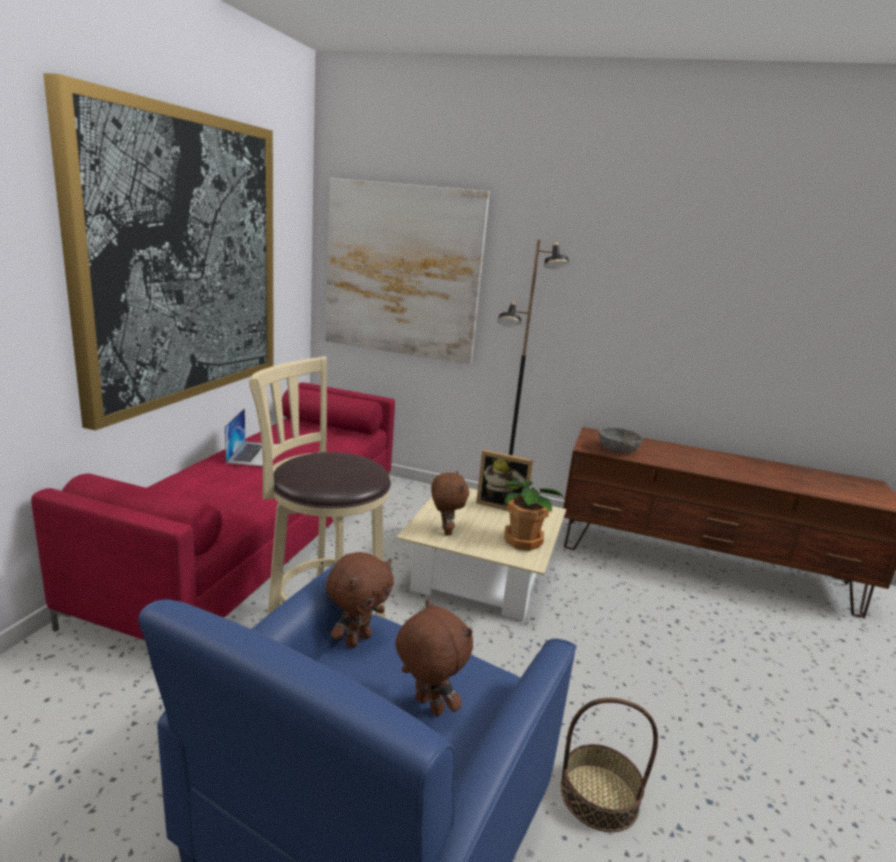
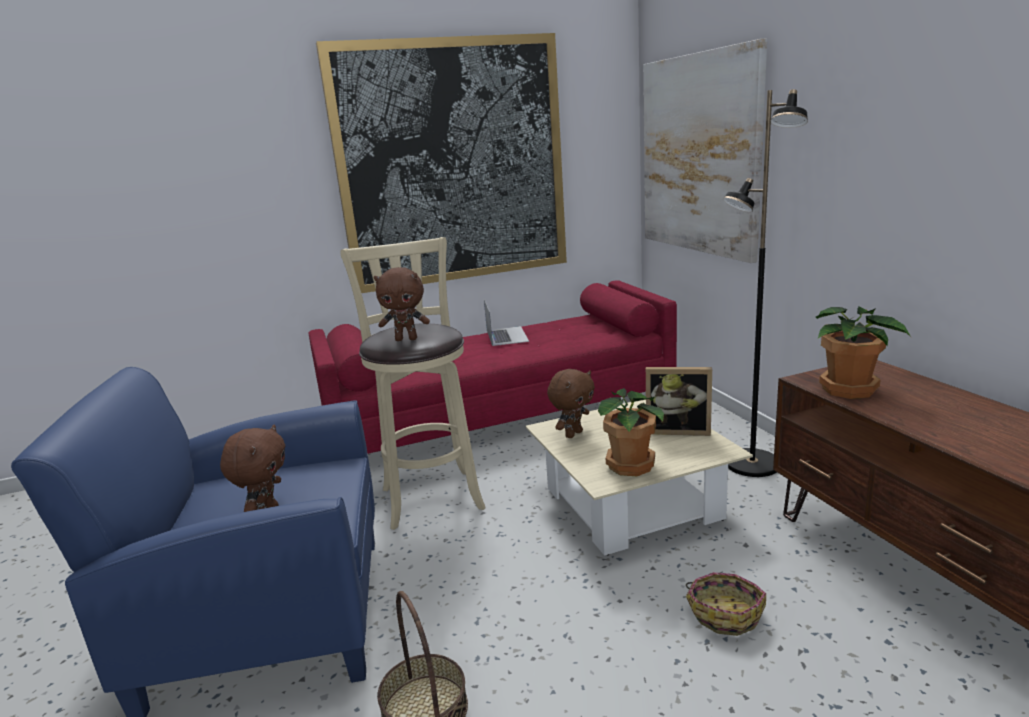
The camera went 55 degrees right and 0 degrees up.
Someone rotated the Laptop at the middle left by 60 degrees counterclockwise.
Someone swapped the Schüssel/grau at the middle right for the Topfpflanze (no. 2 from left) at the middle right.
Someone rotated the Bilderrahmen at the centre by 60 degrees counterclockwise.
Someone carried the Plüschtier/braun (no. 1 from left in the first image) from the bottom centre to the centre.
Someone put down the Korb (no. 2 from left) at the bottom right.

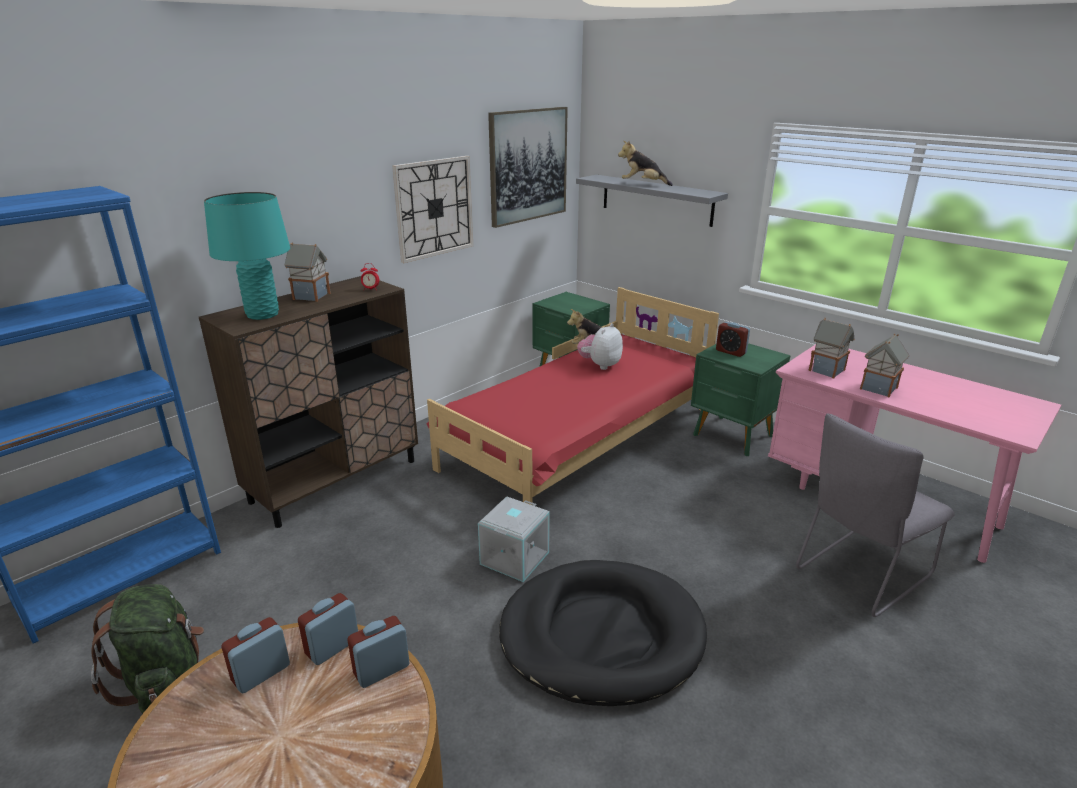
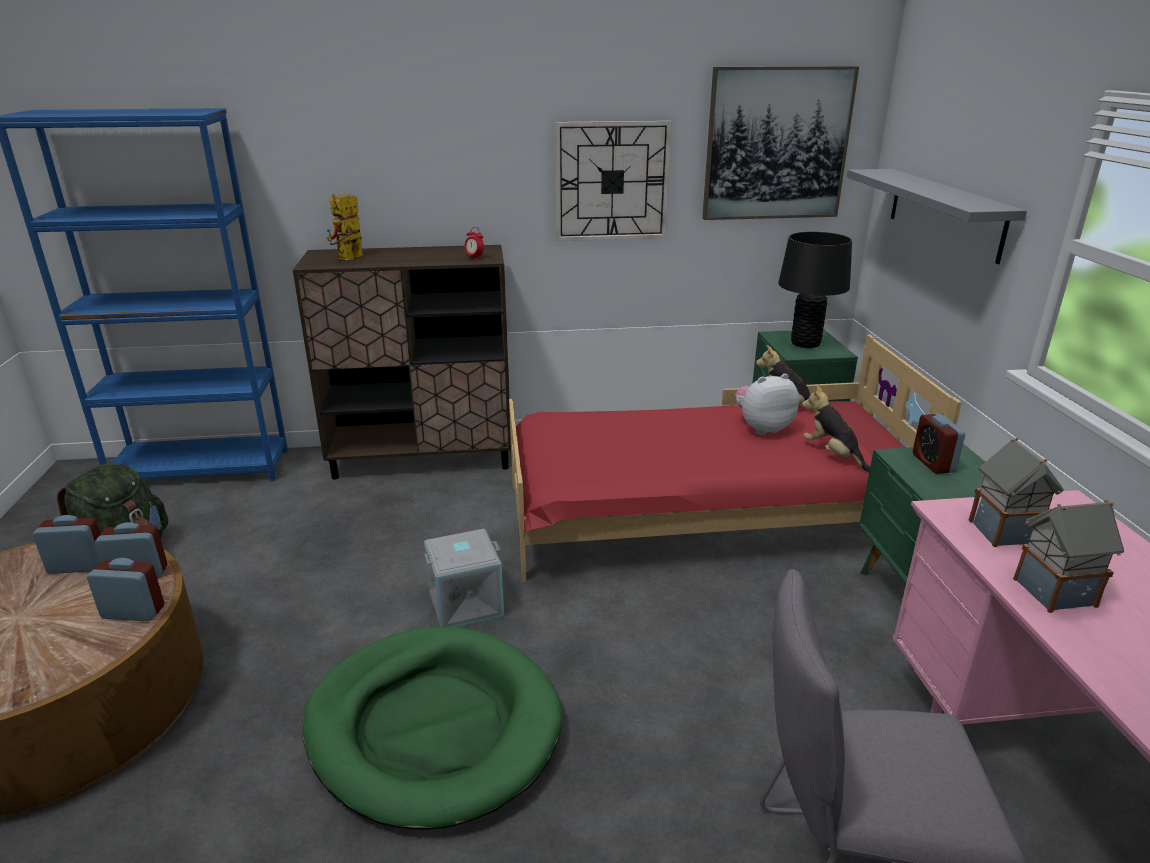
The camera went 40 degrees right and 0 degrees up.
Someone carried the Plüschtier (no. 3 from left) from the top centre to the middle right.
Someone swapped the Tischlampe/türkis at the top left for the Spielzeugroboter at the top left.
Someone took away the Spielzeughaus (no. 1 from left) at the middle left.
Someone repainted the Hundebett/schwarz at the bottom centre, which became the Hundebett/grün at the bottom centre.
Someone put down the Tischlampe/schwarz at the middle right.

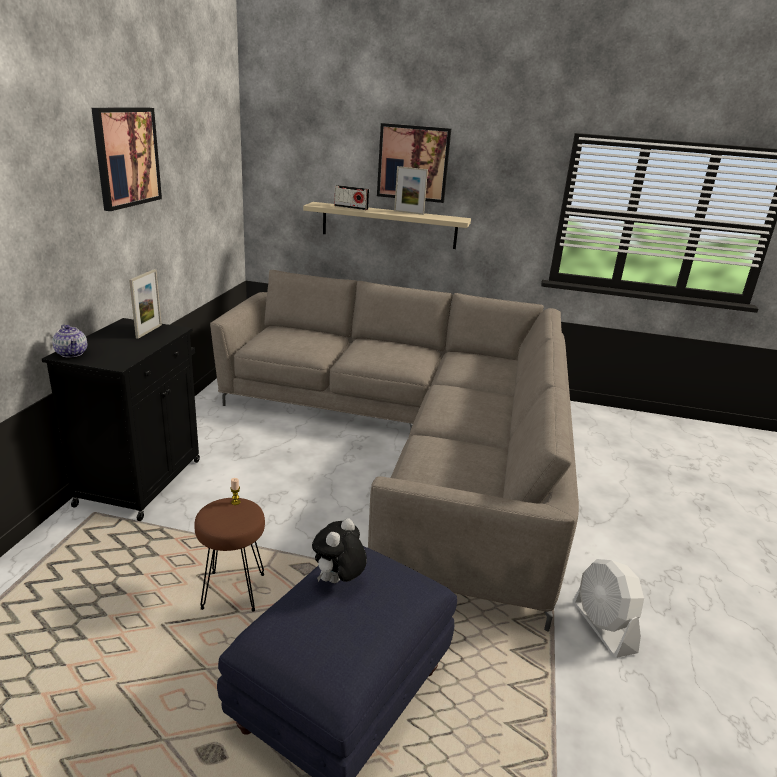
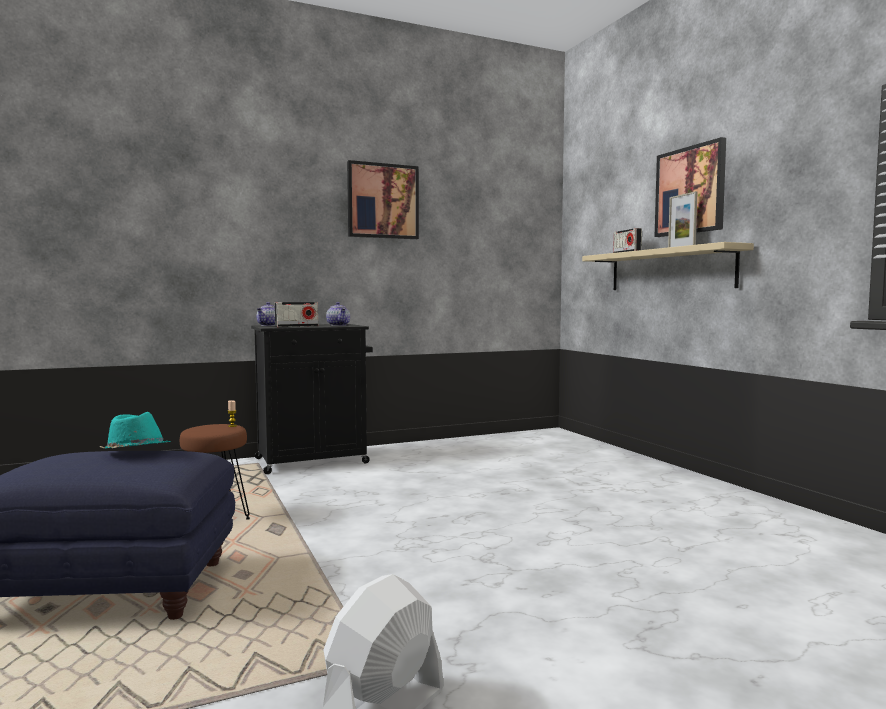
The camera went 55 degrees right and 20 degrees down.
Someone swapped the Bilderrahmen (no. 1 from left) at the middle left for the Teekanne (no. 2 from left) at the centre.
Someone took away the Sofa/beige at the centre.
Someone swapped the Plüschtier at the bottom centre for the Hut/türkis at the middle left.
Someone put down the Radio (no. 1 from left) at the centre.

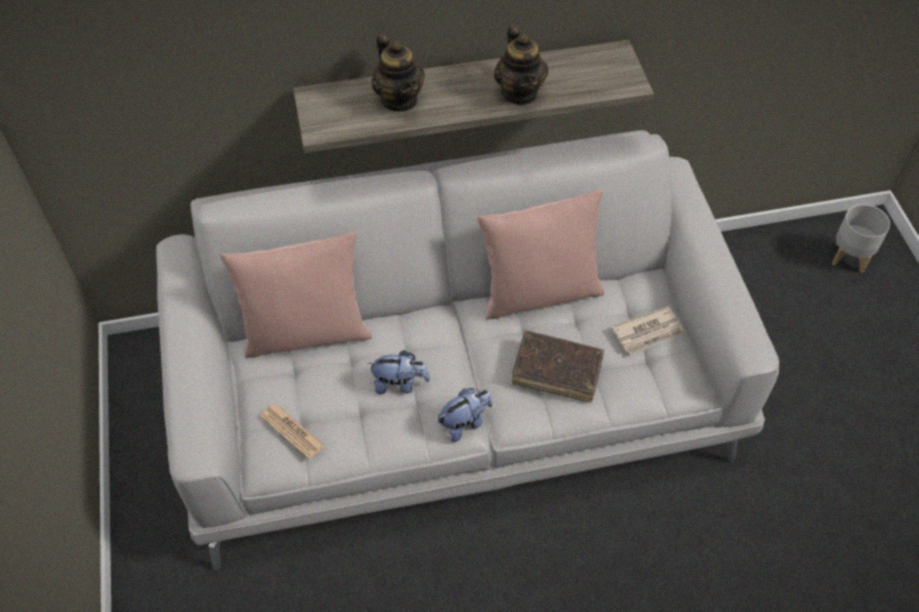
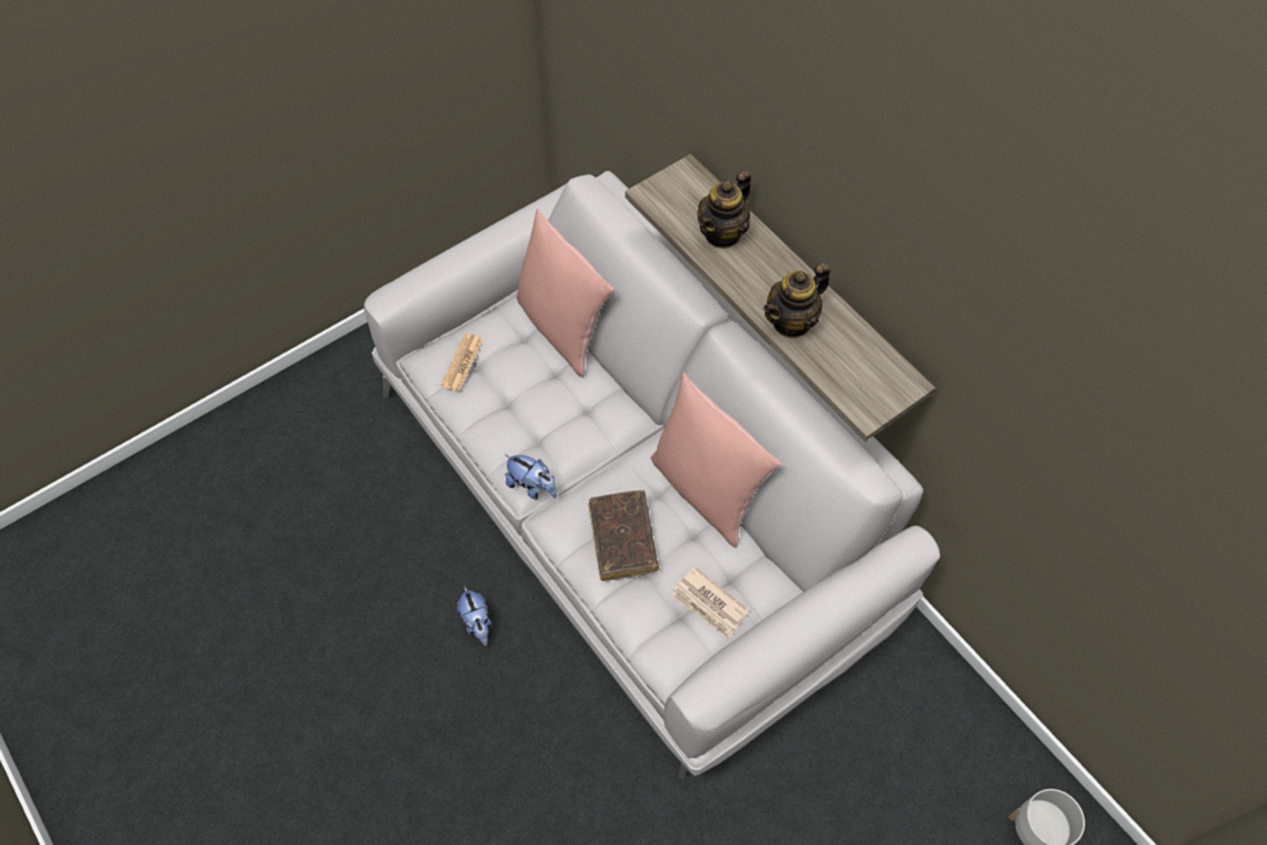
The camera went 65 degrees right and 5 degrees up.
Someone carried the Plüschtier (no. 1 from left) from the centre to the bottom centre.

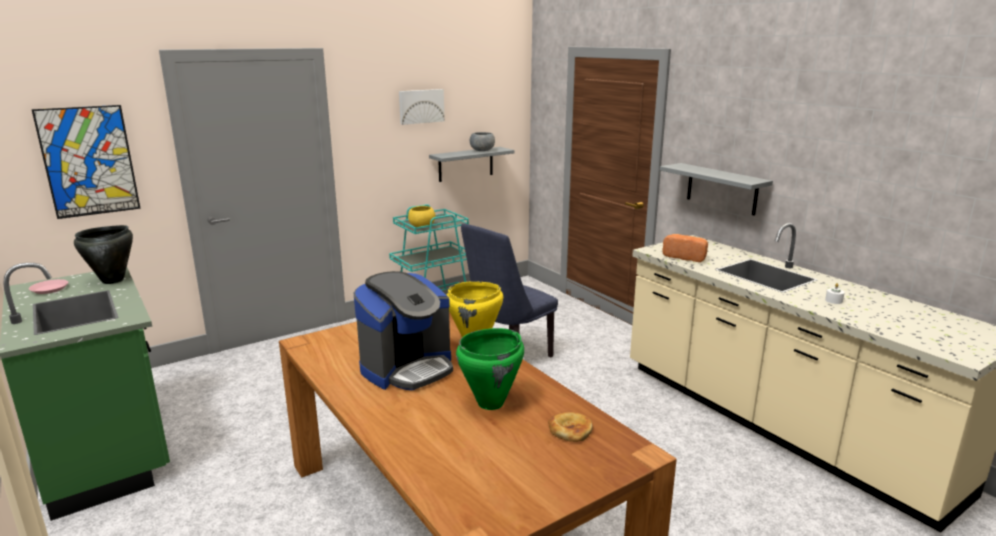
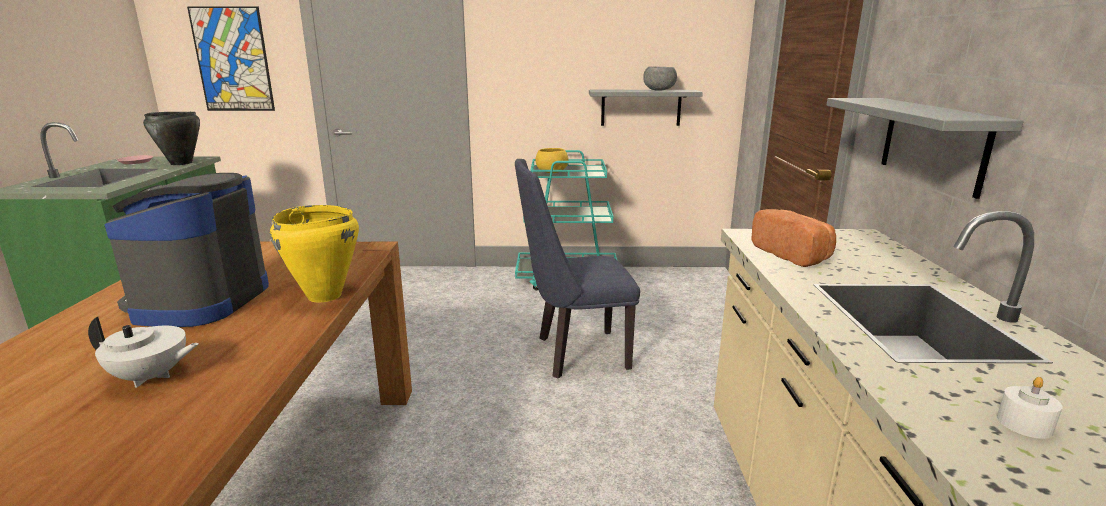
The camera went 35 degrees right and 0 degrees up.
Someone took away the Bild (no. 2 from left) at the top centre.
Someone rotated the Kaffeemaschine at the centre by 105 degrees clockwise.
Someone swapped the Kochtopf/grün at the bottom centre for the Teekanne/weiß at the bottom left.
Someone took away the Brot (no. 1 from left) at the bottom centre.

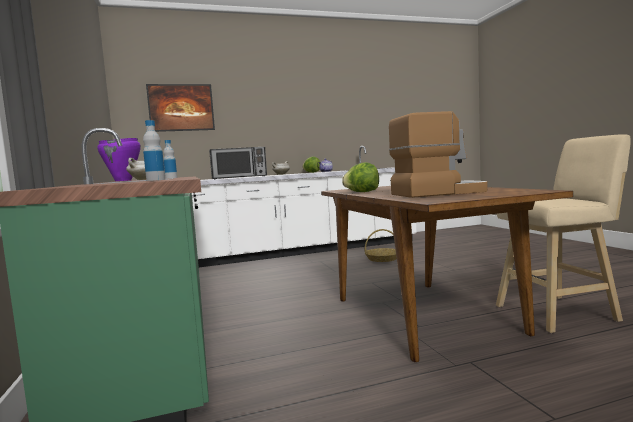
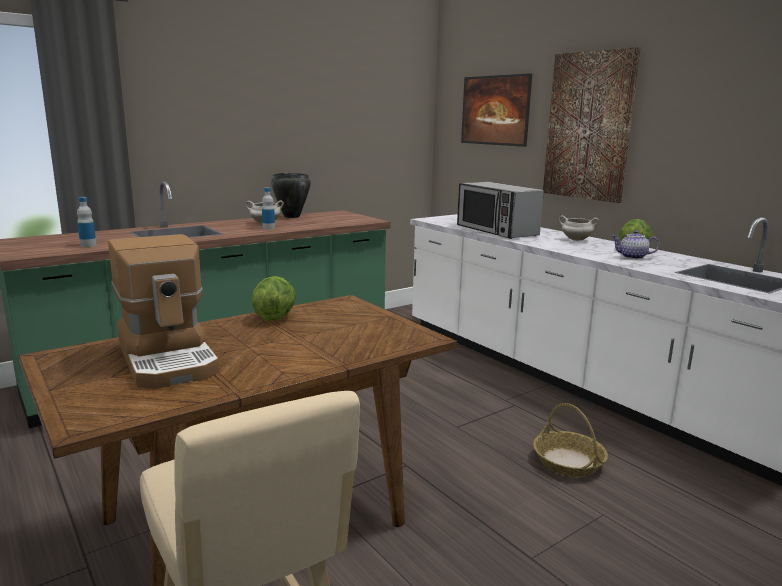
The camera went 70 degrees right and 10 degrees up.
Someone repainted the Kochtopf/lila at the middle left, which became the Kochtopf/schwarz at the top centre.
Someone put up the Bild (no. 2 from left) at the top right.

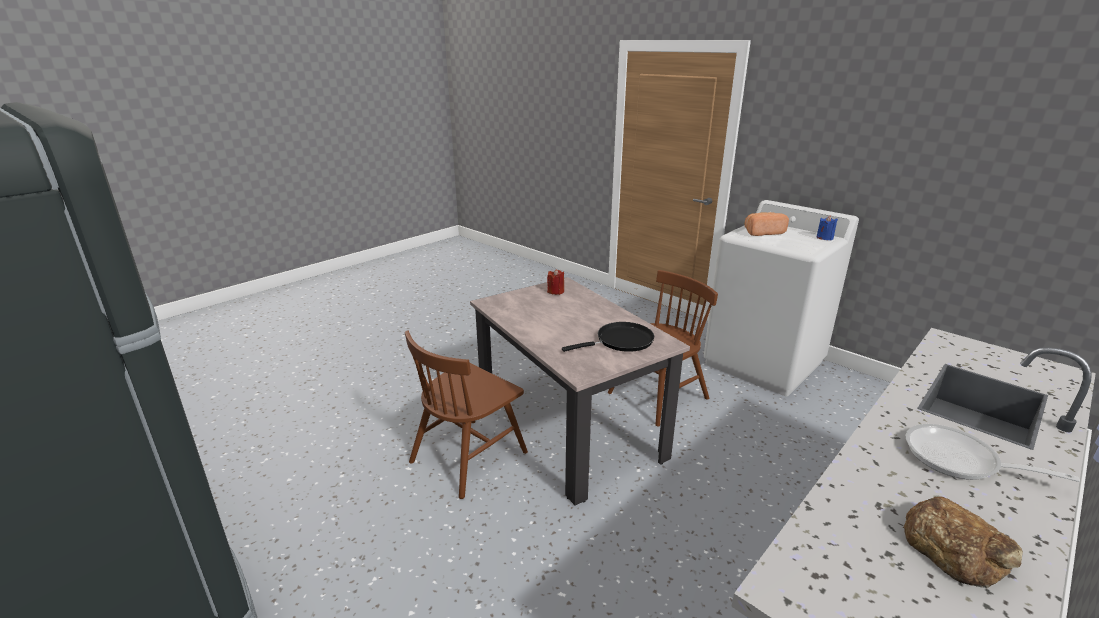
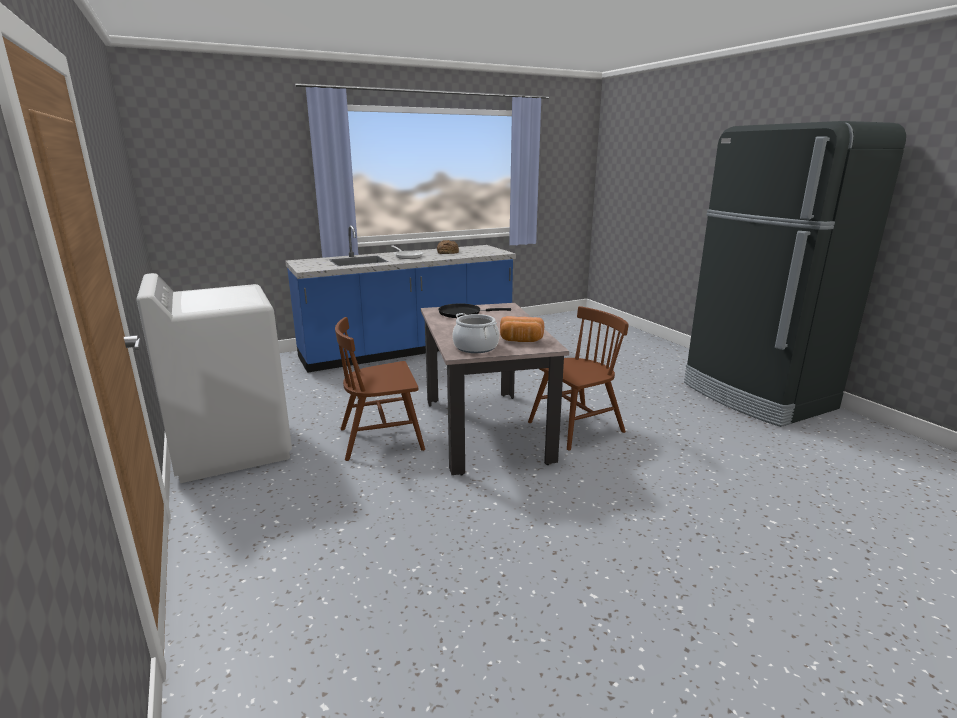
The camera went 160 degrees left and 5 degrees down.
Someone carried the Brot (no. 1 from left in the first image) from the middle right to the centre.
Someone took away the Kerze/blau at the middle right.
Someone swapped the Kerze/rot at the centre for the Kochtopf at the centre.

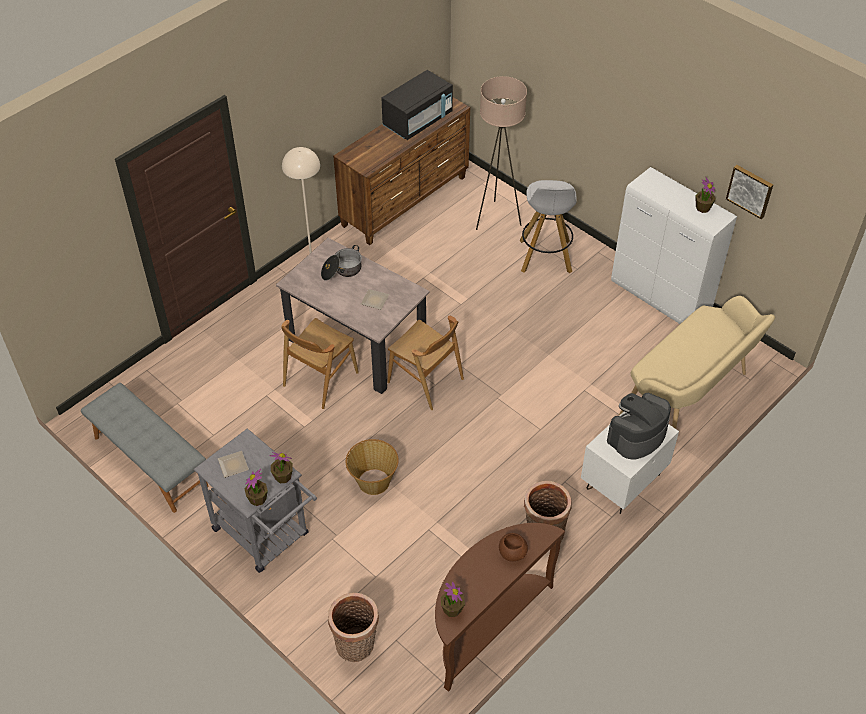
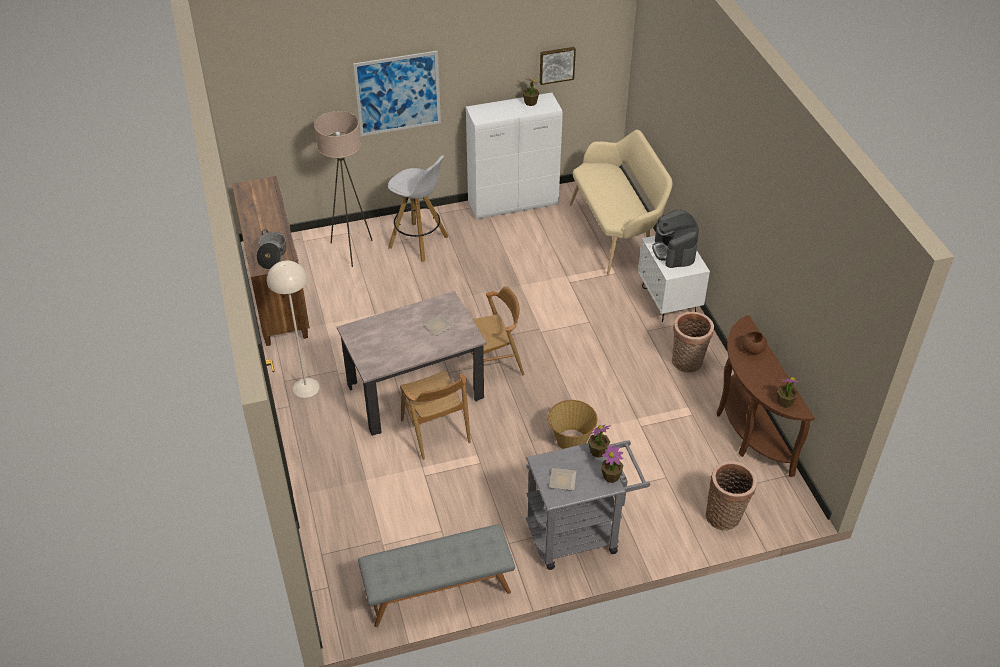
The camera went 60 degrees left and 5 degrees down.
Someone took away the Mikrowelle/schwarz at the top centre.
Someone carried the Kochtopf from the centre to the middle left.
Someone put up the Bild (no. 1 from left) at the top centre.

